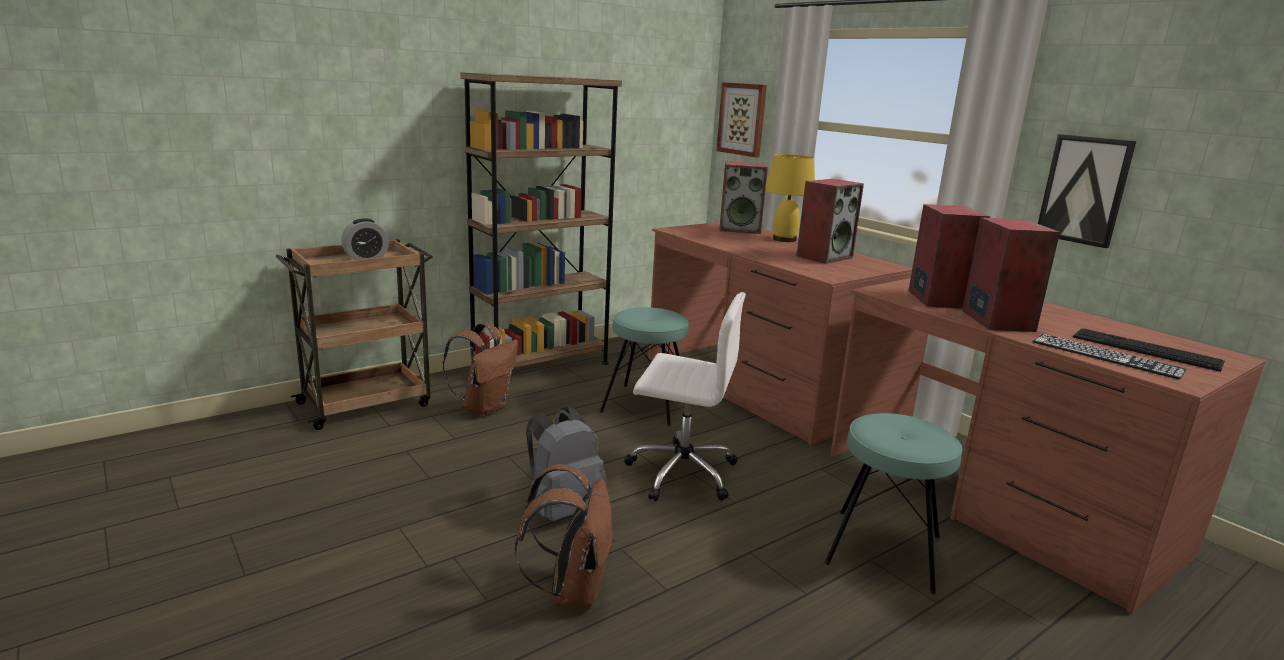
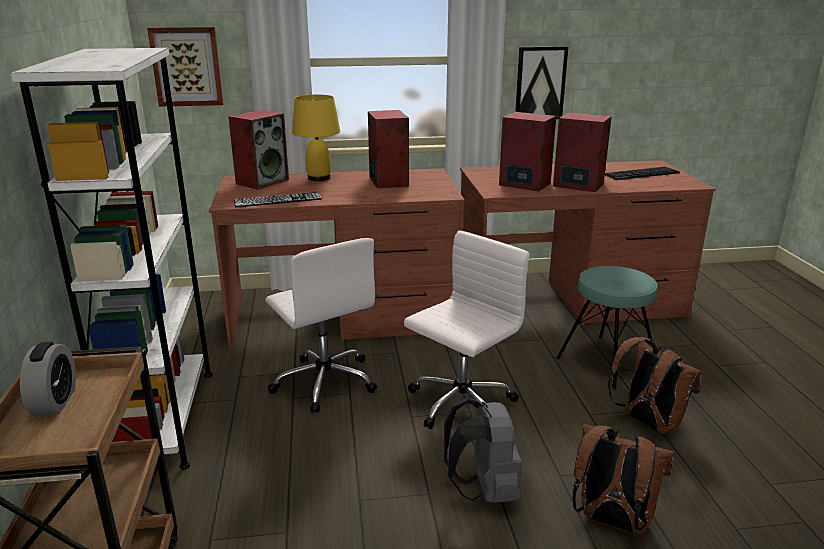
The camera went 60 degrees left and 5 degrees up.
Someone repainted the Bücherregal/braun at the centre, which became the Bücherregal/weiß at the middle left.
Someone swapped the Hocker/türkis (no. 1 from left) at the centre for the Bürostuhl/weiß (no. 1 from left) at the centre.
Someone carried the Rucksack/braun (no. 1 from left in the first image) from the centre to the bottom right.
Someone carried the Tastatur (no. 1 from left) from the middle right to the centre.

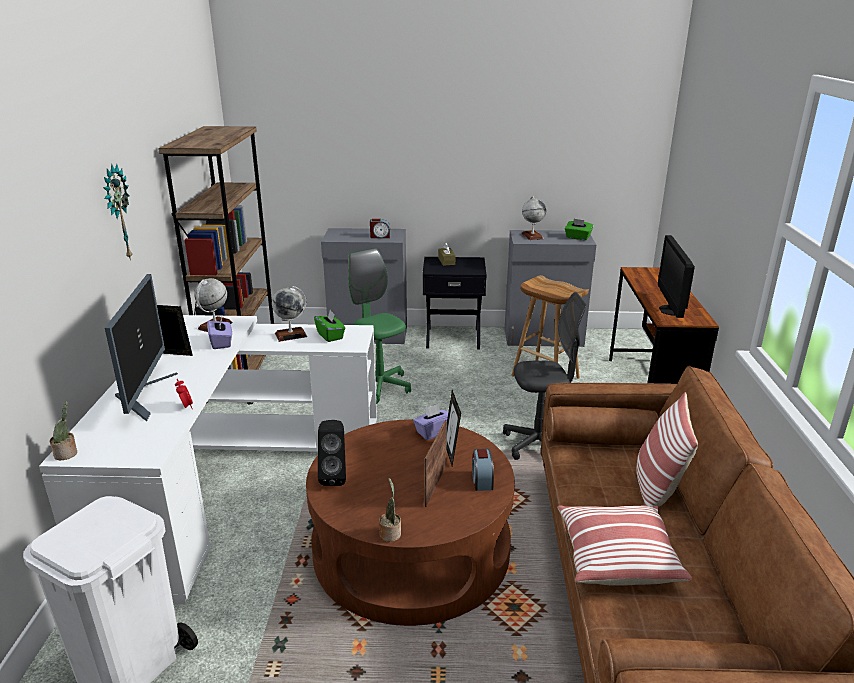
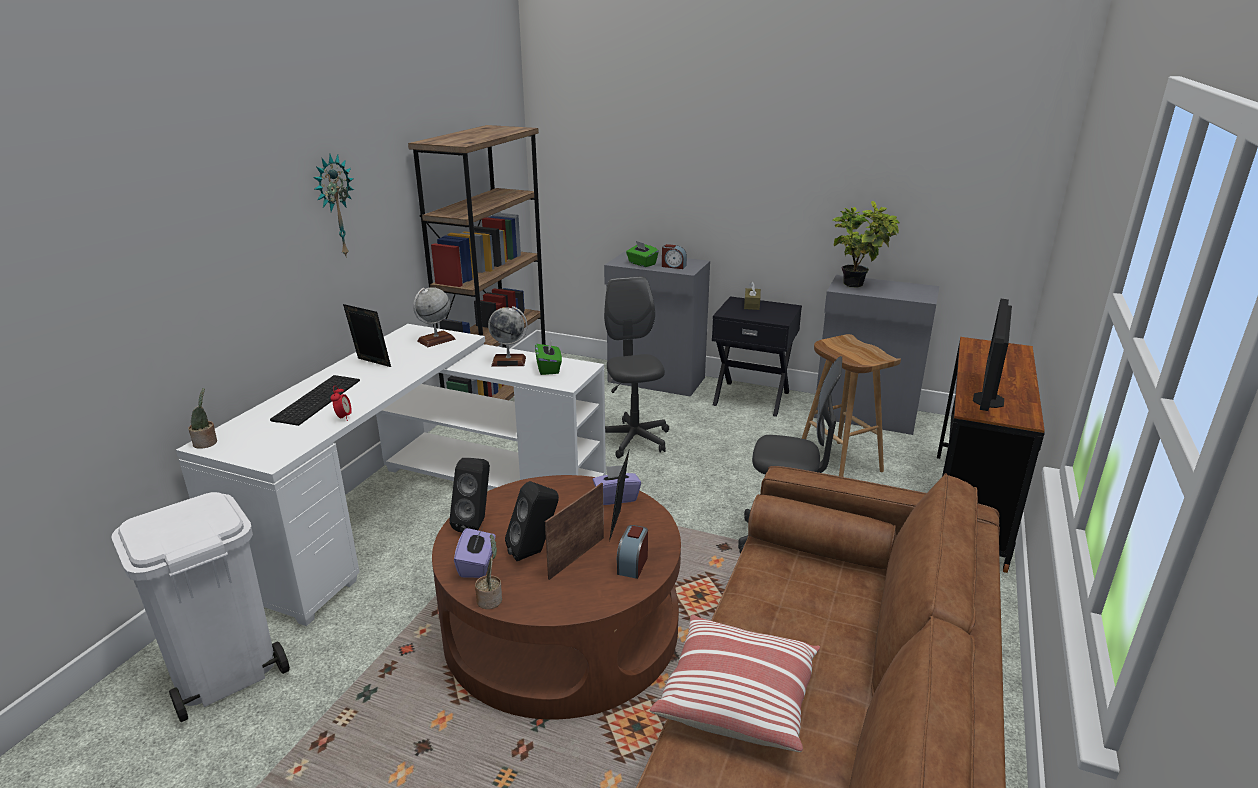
The camera went 20 degrees right and 0 degrees up.
Someone swapped the Globus (no. 3 from left) at the top centre for the Topfpflanze (no. 3 from left) at the top right.
Someone carried the Taschentuchbox/grün (no. 2 from left) from the middle right to the top centre.
Someone repainted the Bürostuhl/grün at the centre, which became the Bürostuhl/grau (no. 1 from left) at the centre.
Someone swapped the Monitor (no. 1 from left) at the middle left for the Tastatur at the middle left.
Someone carried the Taschentuchbox/lila (no. 1 from left) from the middle left to the bottom centre.
Someone took away the Kissen (no. 2 from left) at the middle right.
Someone put down the Lautsprecher/schwarz (no. 2 from left) at the centre.

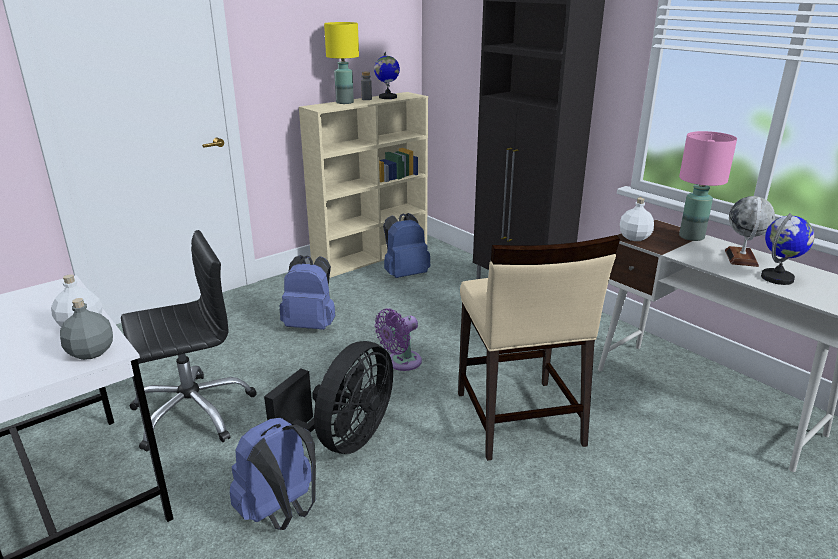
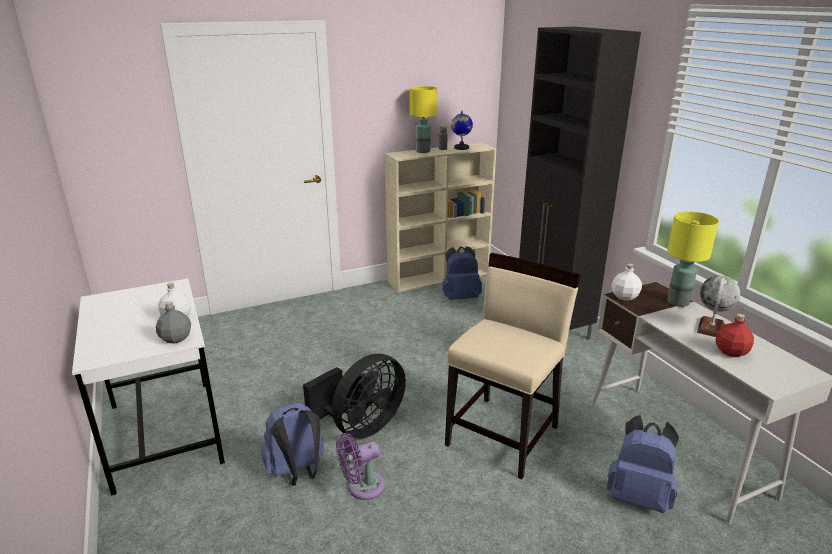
The camera went 15 degrees right and 0 degrees up.
Someone repainted the Tischlampe/rosa at the top right, which became the Tischlampe/gelb (no. 2 from left) at the middle right.
Someone swapped the Globus (no. 3 from left) at the middle right for the Flasche/rot at the middle right.
Someone took away the Bürostuhl/schwarz at the middle left.
Someone rotated the Stuhl/beige at the centre by 150 degrees counterclockwise.
Someone carried the Rucksack/blau (no. 2 from left in the first image) from the centre to the bottom right.
Someone carried the Ventilator/lila from the centre to the bottom centre.

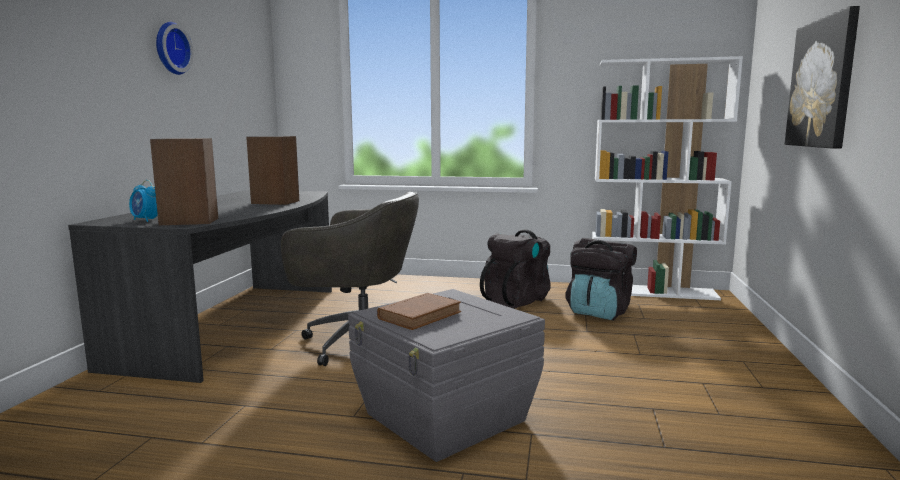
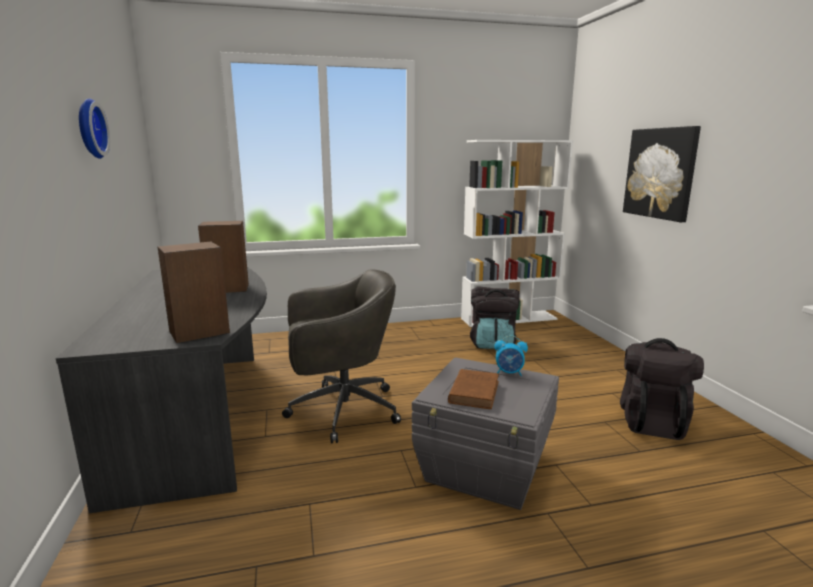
The camera went 25 degrees left and 5 degrees up.
Someone carried the Wecker from the middle left to the centre.
Someone carried the Rucksack/schwarz (no. 1 from left in the first image) from the centre to the middle right.

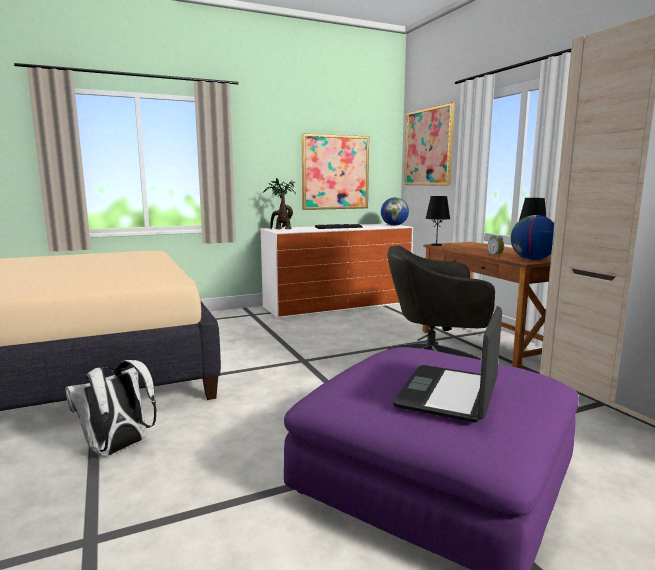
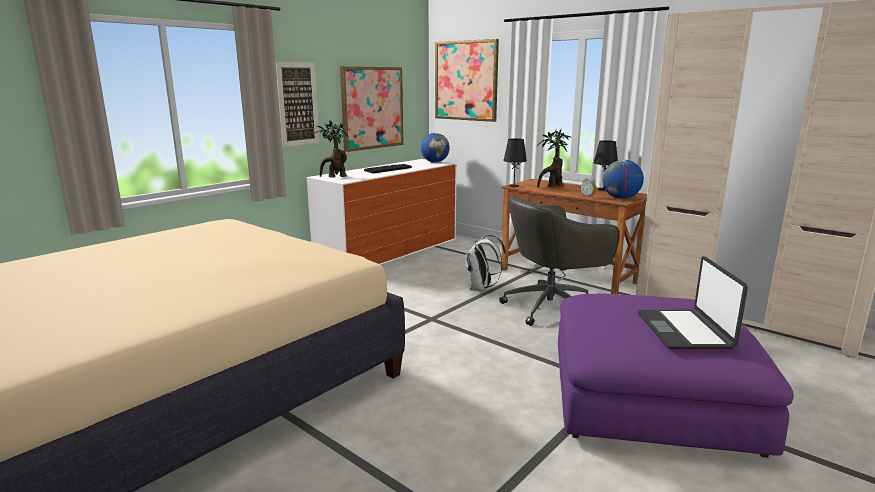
The camera went 25 degrees left and 5 degrees up.
Someone carried the Rucksack/weiß from the bottom left to the centre.
Someone put up the Bild (no. 1 from left) at the top centre.
Someone put down the Topfpflanze (no. 2 from left) at the top centre.

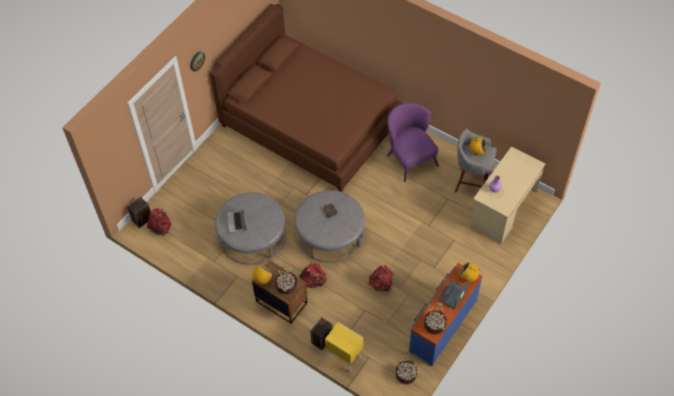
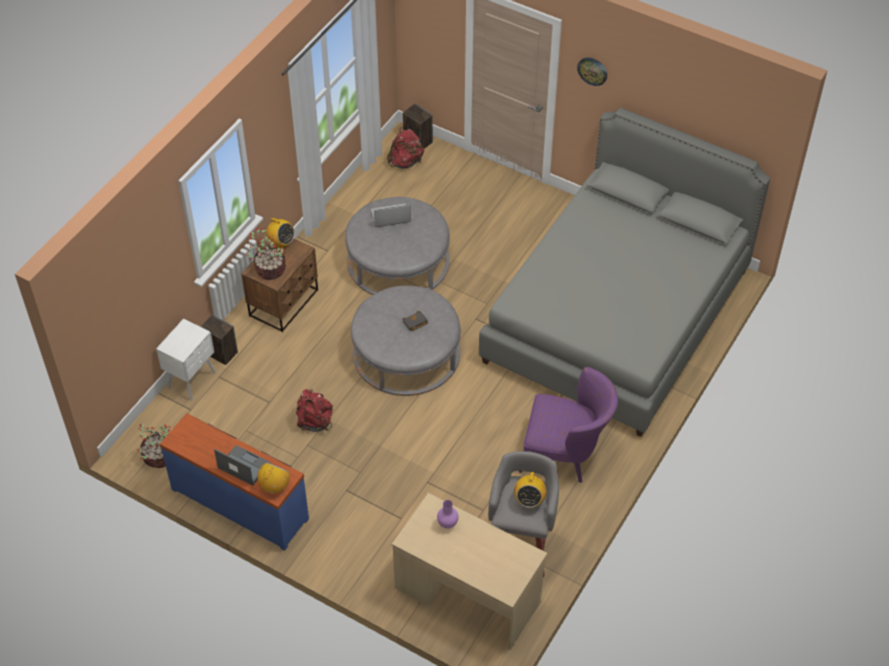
The camera went 85 degrees right and 5 degrees down.
Someone repainted the Bett/braun at the top centre, which became the Bett/grau at the middle right.
Someone rotated the Sessel/lila at the centre by 45 degrees clockwise.
Someone took away the Rucksack/rot (no. 2 from left) at the bottom centre.
Someone took away the Topfpflanze (no. 3 from left) at the bottom centre.
Someone repainted the Nachttisch/gelb at the bottom centre, which became the Nachttisch/weiß at the middle left.

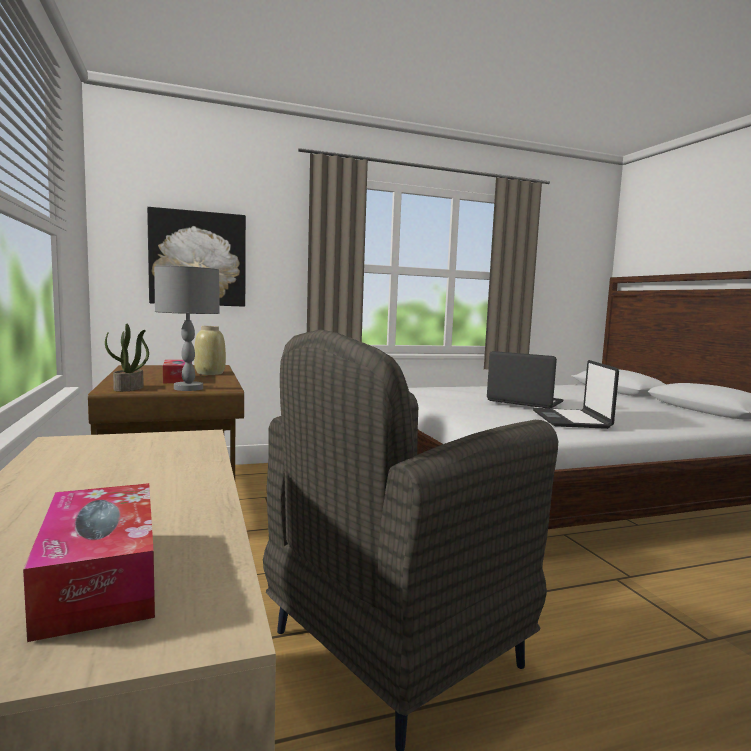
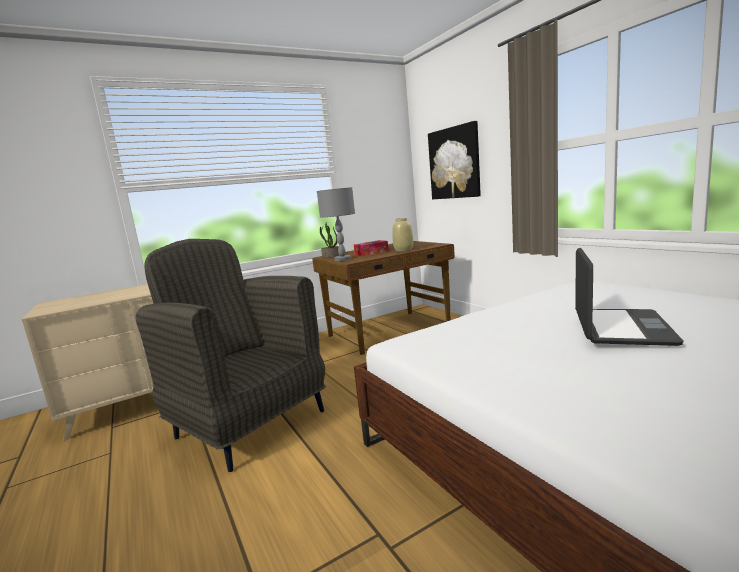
The camera went 80 degrees right and 5 degrees up.
Someone took away the Laptop (no. 2 from left) at the middle right.
Someone took away the Taschentuchbox (no. 1 from left) at the bottom left.

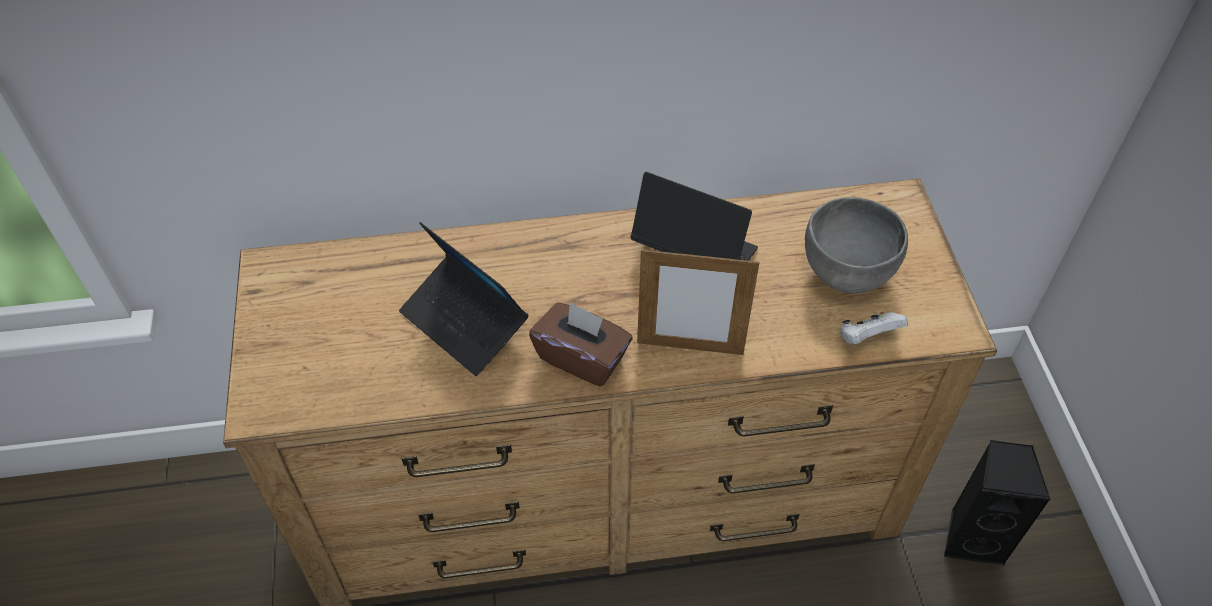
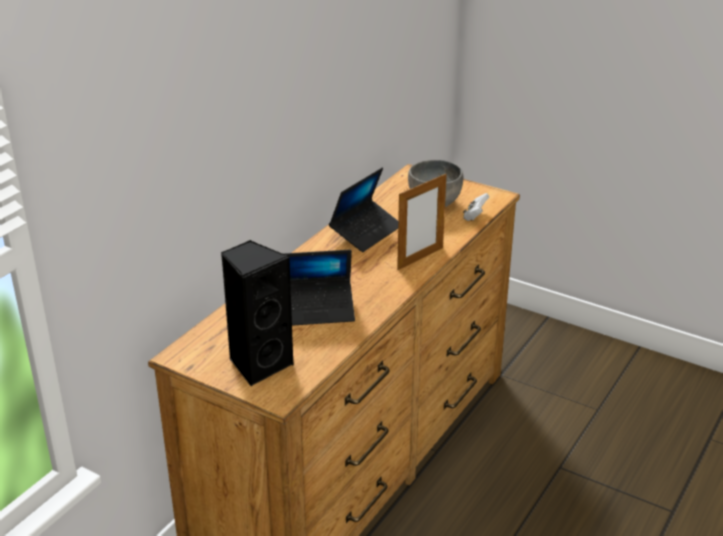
The camera went 50 degrees left and 20 degrees down.
Someone rotated the Laptop (no. 2 from left) at the centre by 150 degrees clockwise.
Someone took away the Taschentuchbox/braun at the centre.
Someone carried the Lautsprecher/schwarz from the bottom right to the centre.

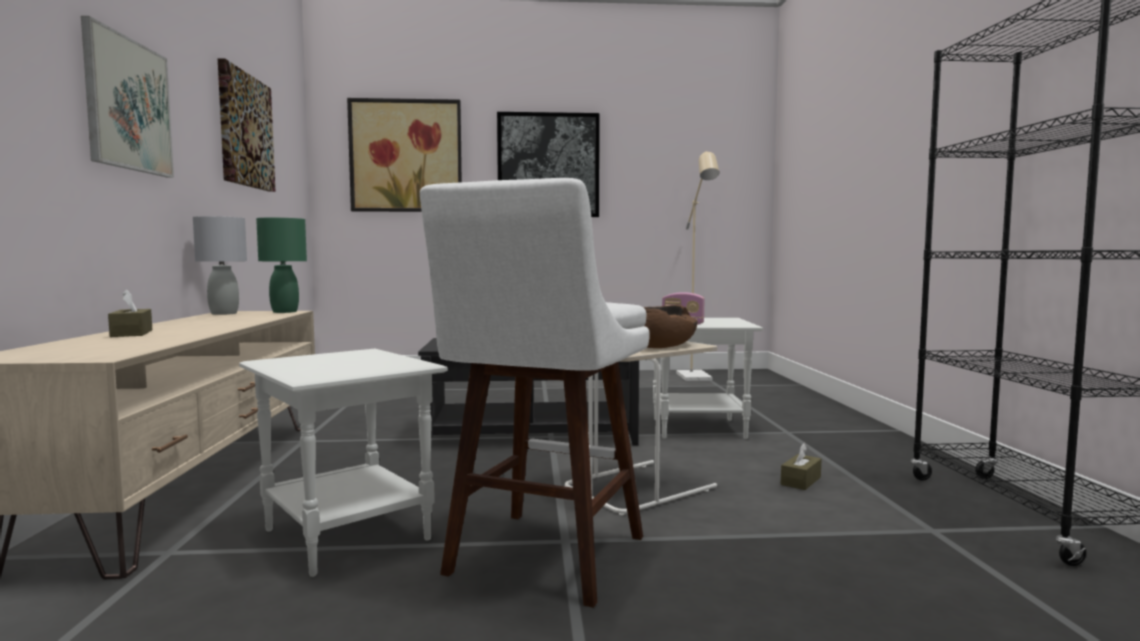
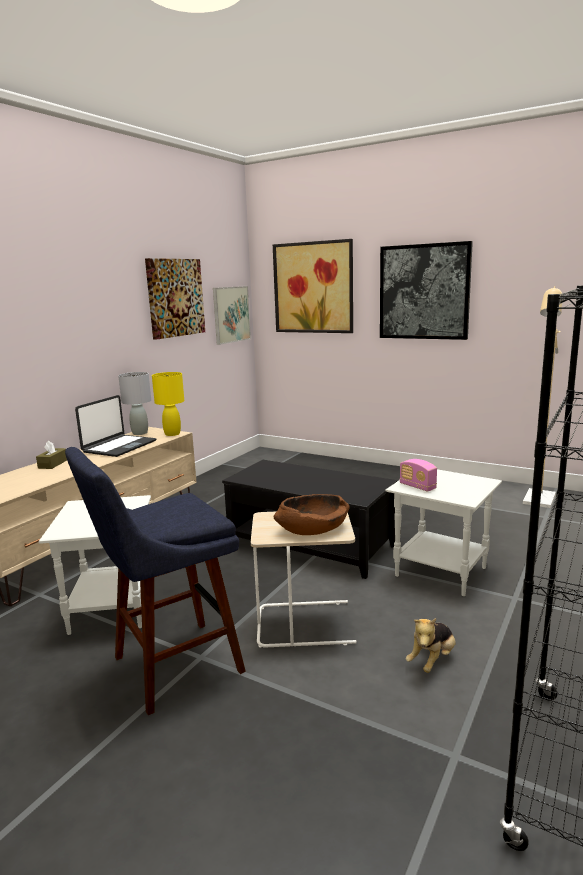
The camera went 35 degrees right and 10 degrees up.
Someone carried the Bild (no. 1 from left in the first image) from the top left to the centre.
Someone repainted the Hocker/weiß at the centre, which became the Hocker/blau at the middle left.
Someone repainted the Tischlampe/grün at the middle left, which became the Tischlampe/gelb at the middle left.
Someone swapped the Taschentuchbox/braun (no. 2 from left) at the bottom right for the Plüschtier at the bottom right.
Someone put down the Laptop at the middle left.

